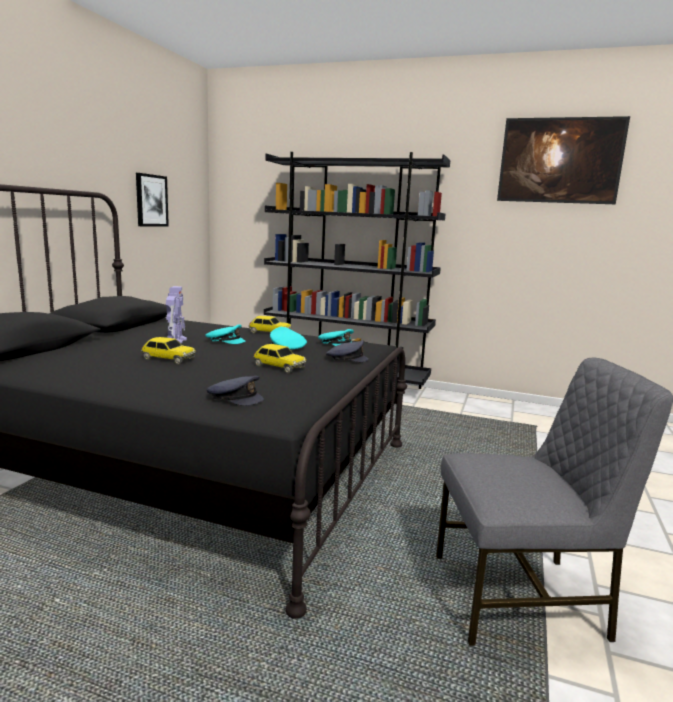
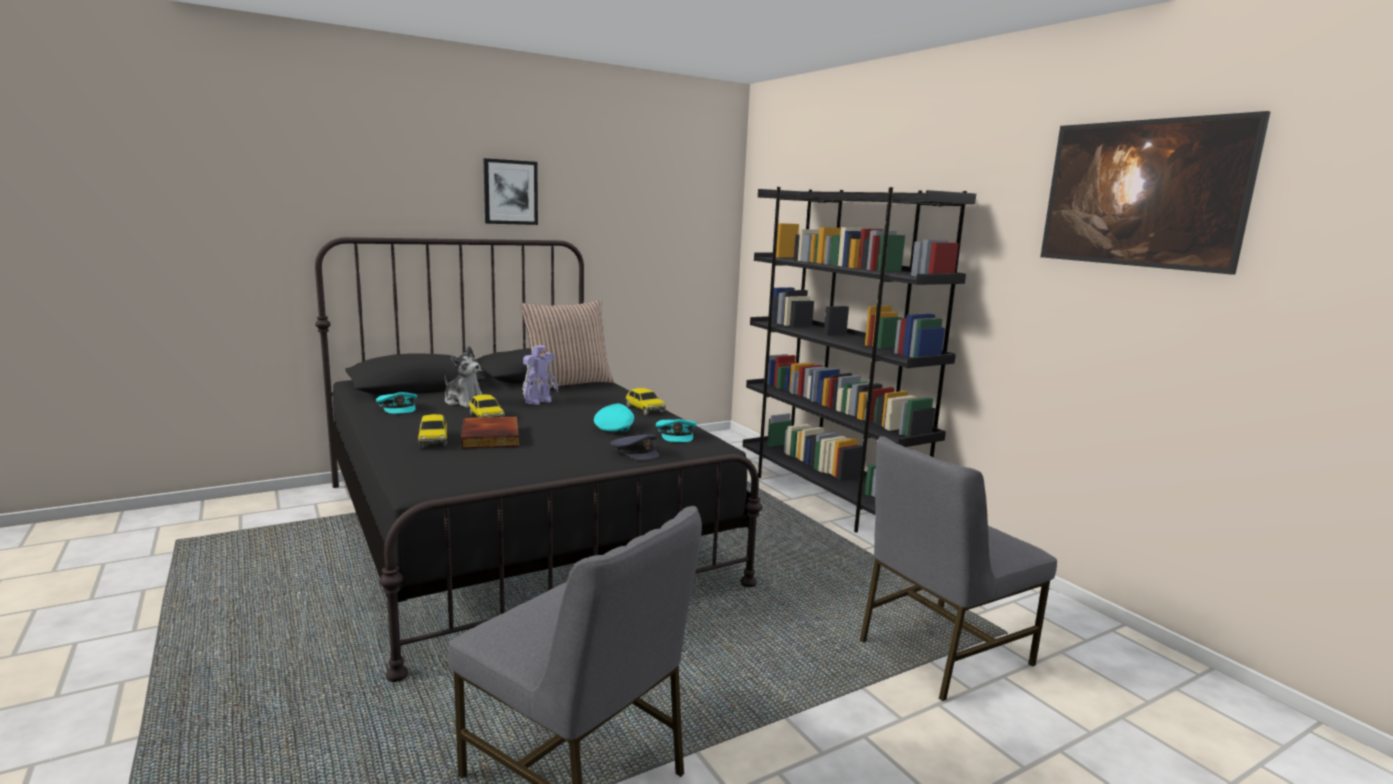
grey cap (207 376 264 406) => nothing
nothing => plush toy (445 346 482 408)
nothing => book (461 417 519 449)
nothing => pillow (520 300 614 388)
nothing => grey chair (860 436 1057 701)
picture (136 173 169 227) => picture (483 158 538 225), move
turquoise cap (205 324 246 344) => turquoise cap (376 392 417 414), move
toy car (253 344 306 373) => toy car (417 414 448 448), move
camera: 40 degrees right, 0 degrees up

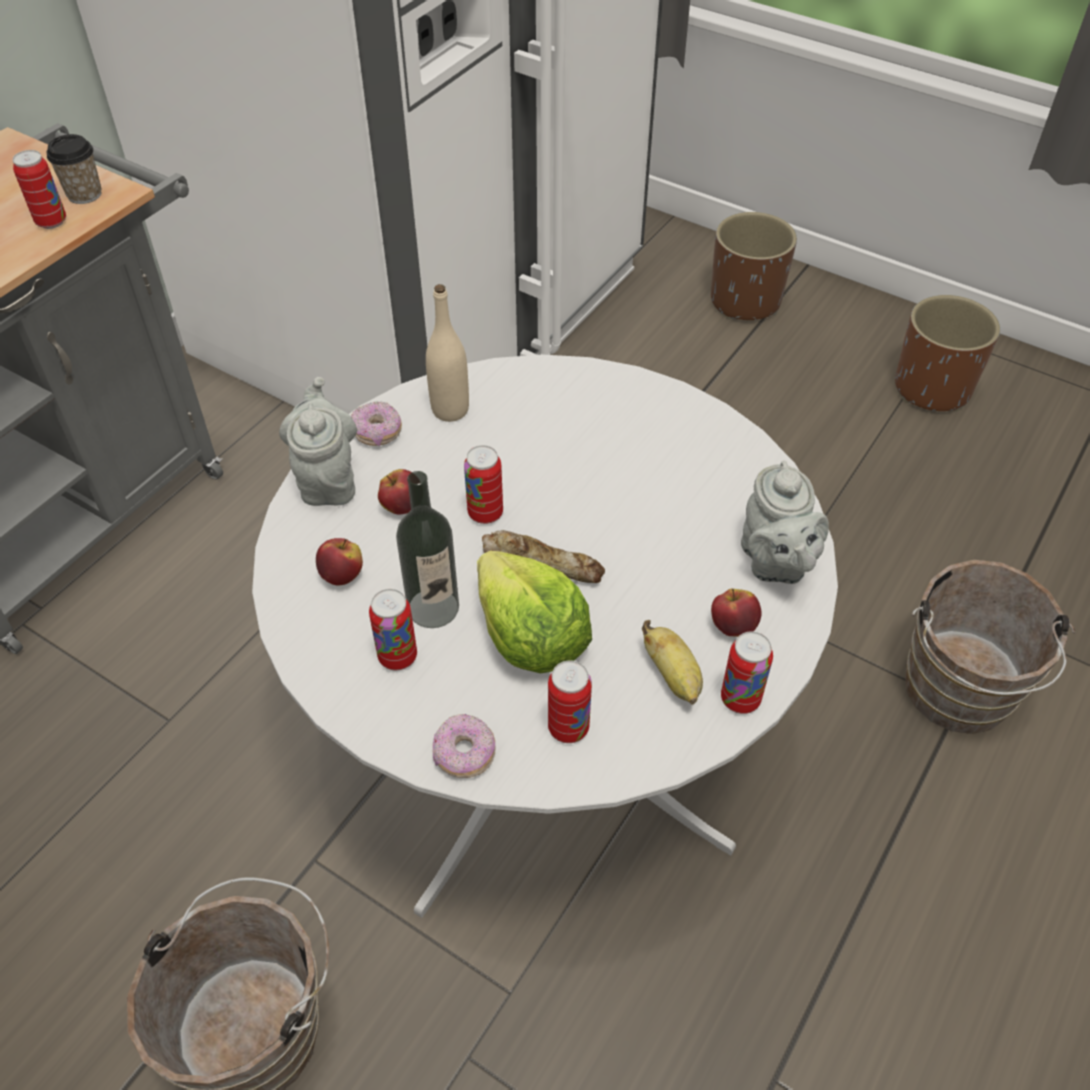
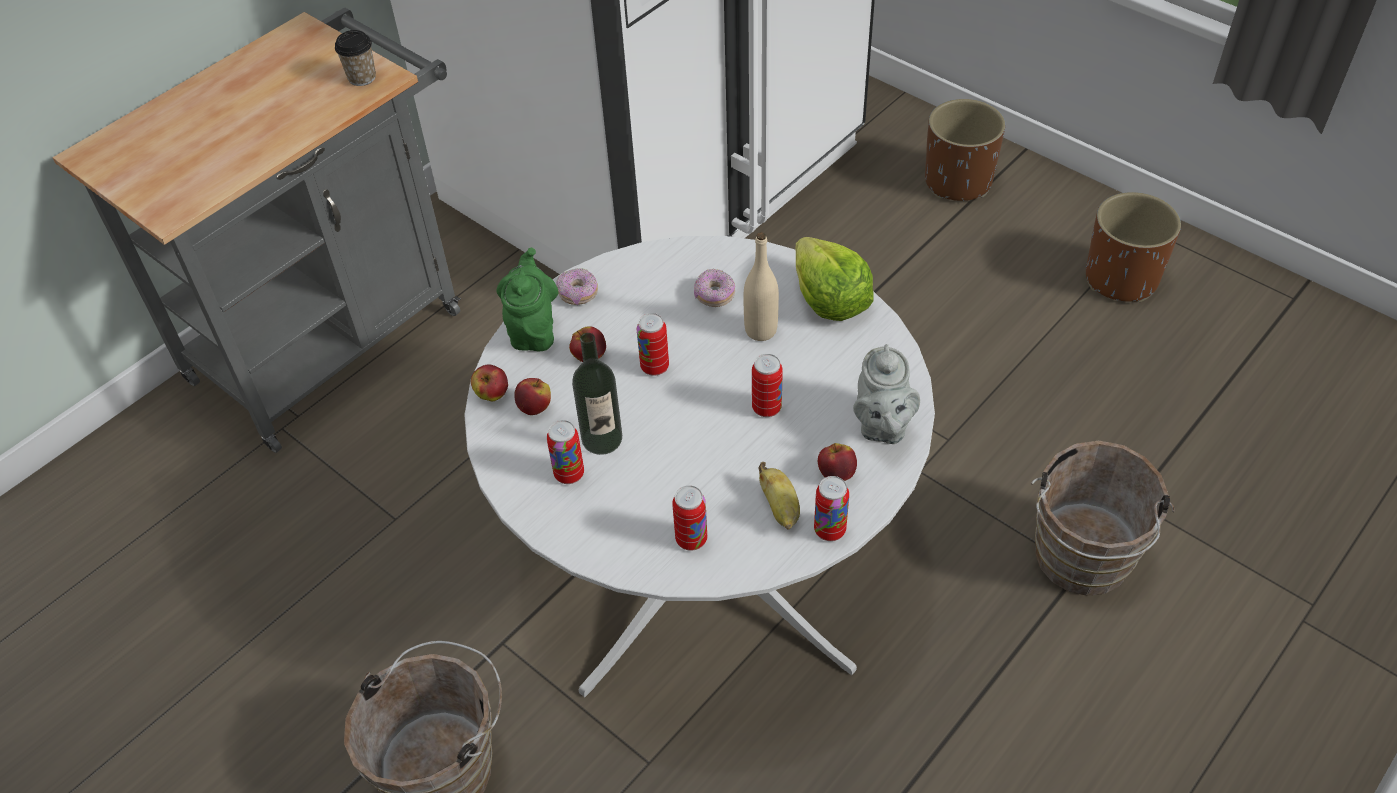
bread (482 530 605 583) => nothing
nothing => apple (471 365 508 401)
can (13 150 66 229) => can (752 354 783 417), move
beige bottle (426 284 469 422) => beige bottle (744 232 779 341), move
donut (433 714 496 778) => donut (694 269 735 307), move
lettuce (477 550 592 673) => lettuce (795 237 874 321), move
grey teapot (279 377 357 506) => green teapot (497 248 558 351)
camera: 10 degrees right, 0 degrees up

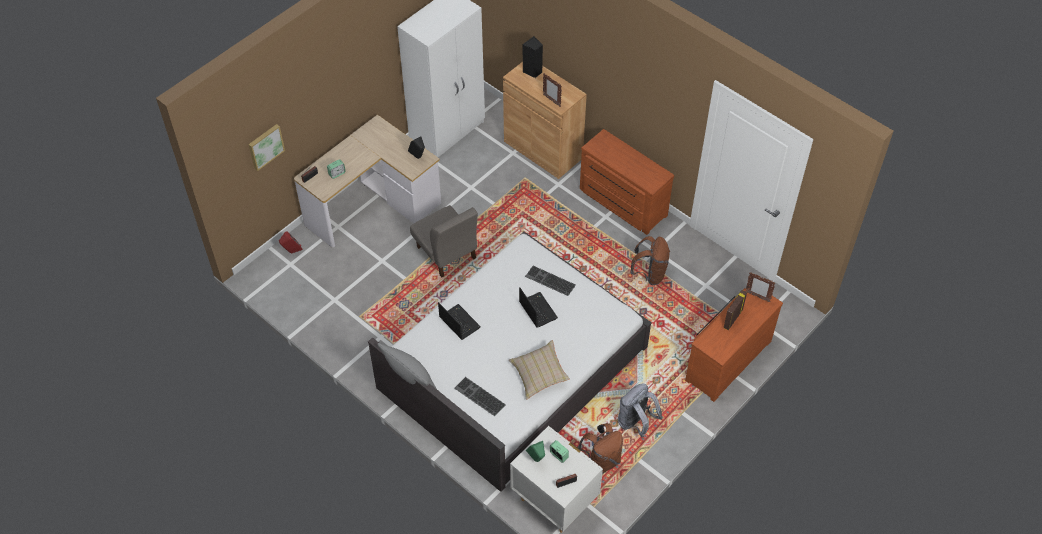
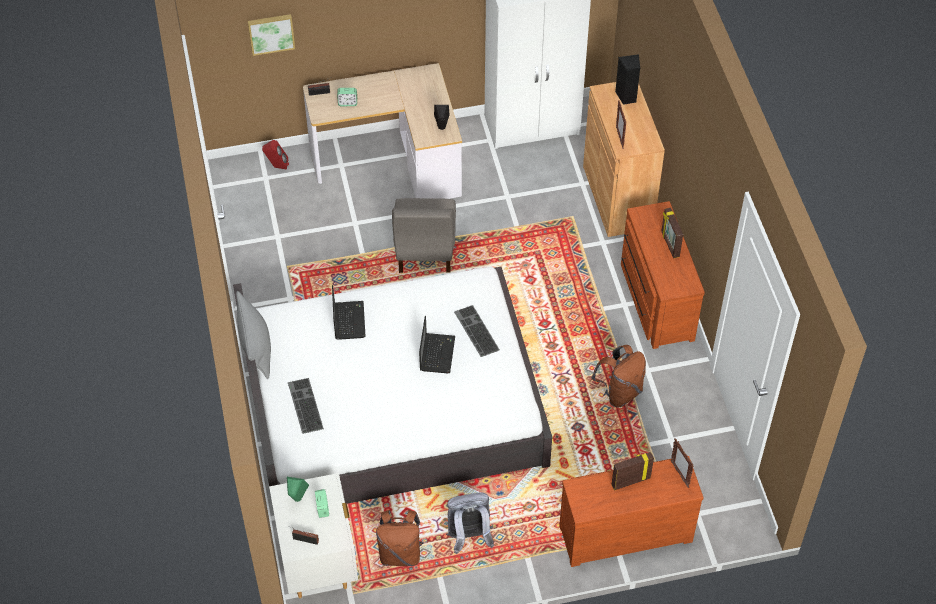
beige pillow (509 340 570 400) => nothing
nothing => picture frame (661 207 683 258)
camera: 35 degrees right, 0 degrees up

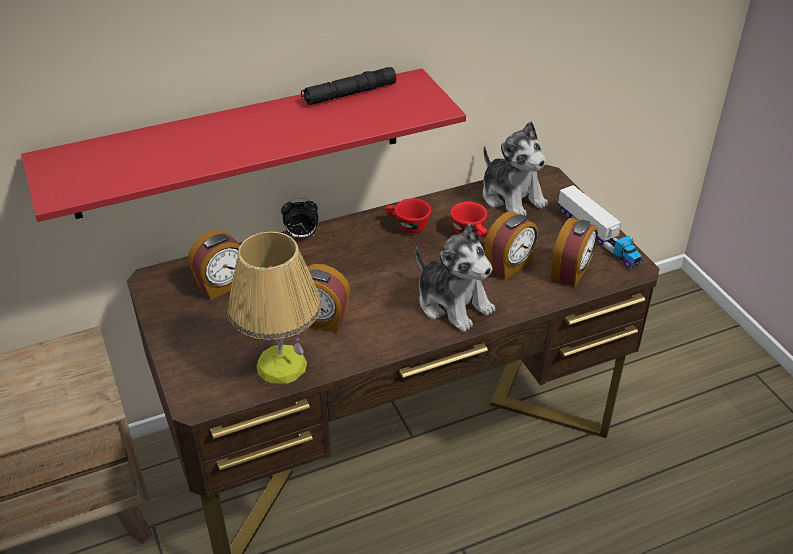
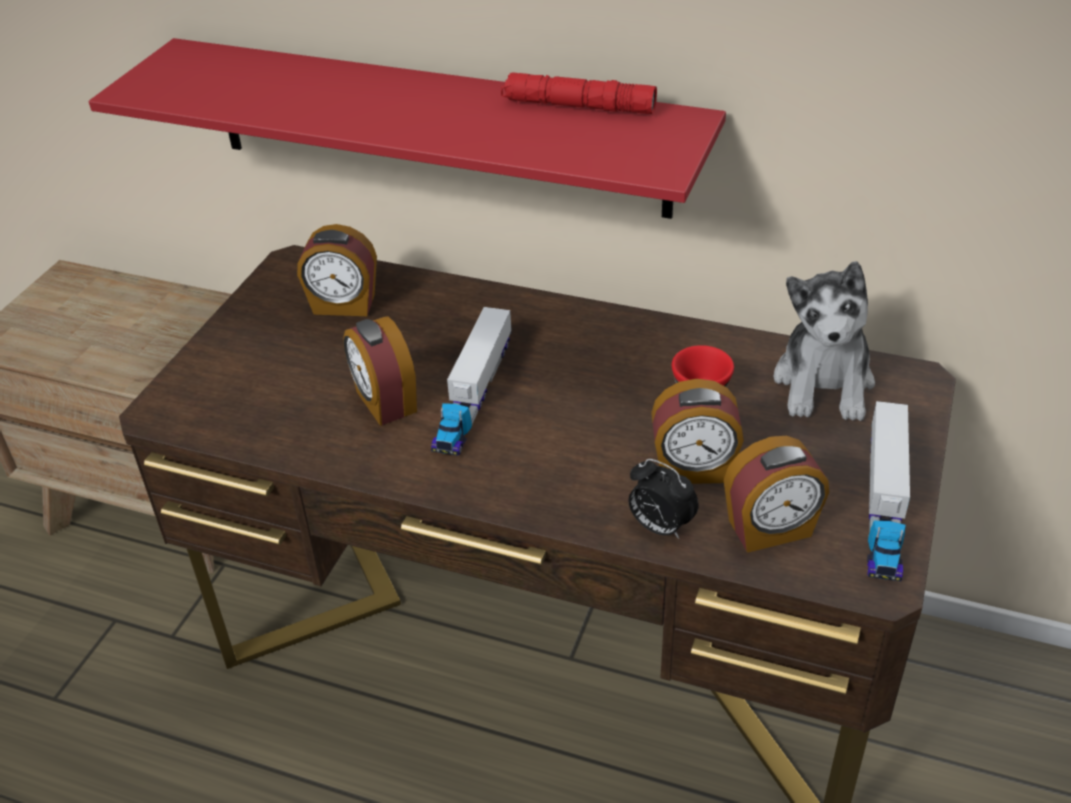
table lamp (227 231 321 384) => nothing
red cup (385 198 431 234) => nothing
plush toy (416 223 495 332) => nothing
nothing => toy truck (431 307 512 456)
alarm clock (281 198 318 239) => alarm clock (628 459 699 539), move
black flashlight (301 67 397 105) => red flashlight (501 72 657 114)
camera: 45 degrees right, 0 degrees up

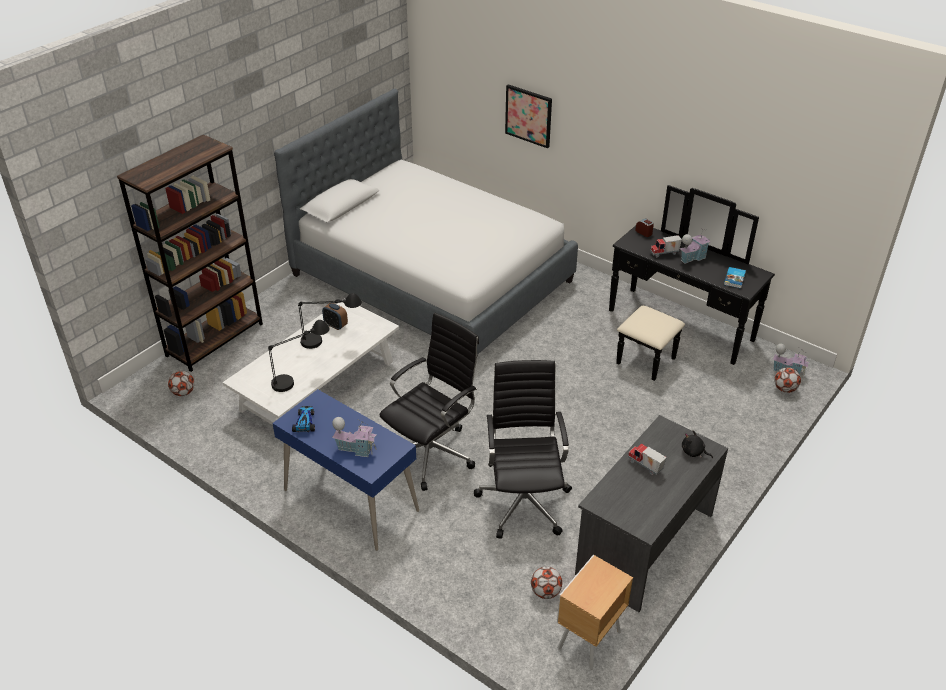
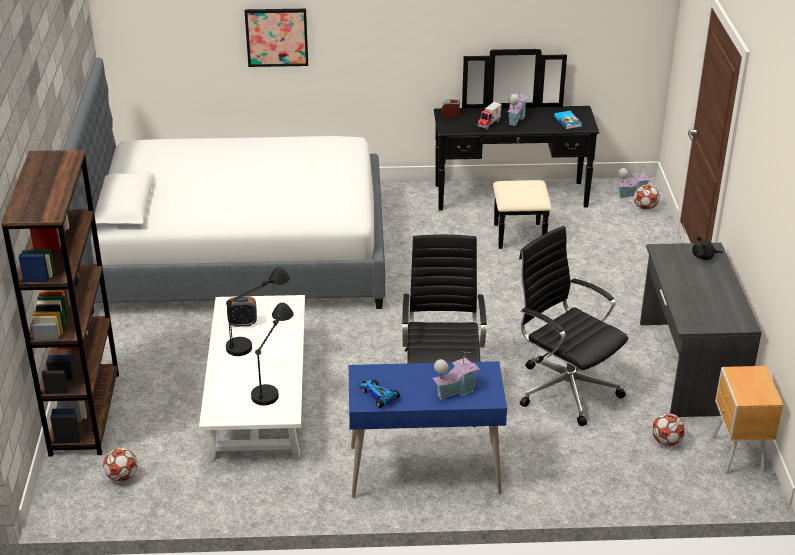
toy truck (628 443 667 475) => nothing
camera: 40 degrees left, 5 degrees down

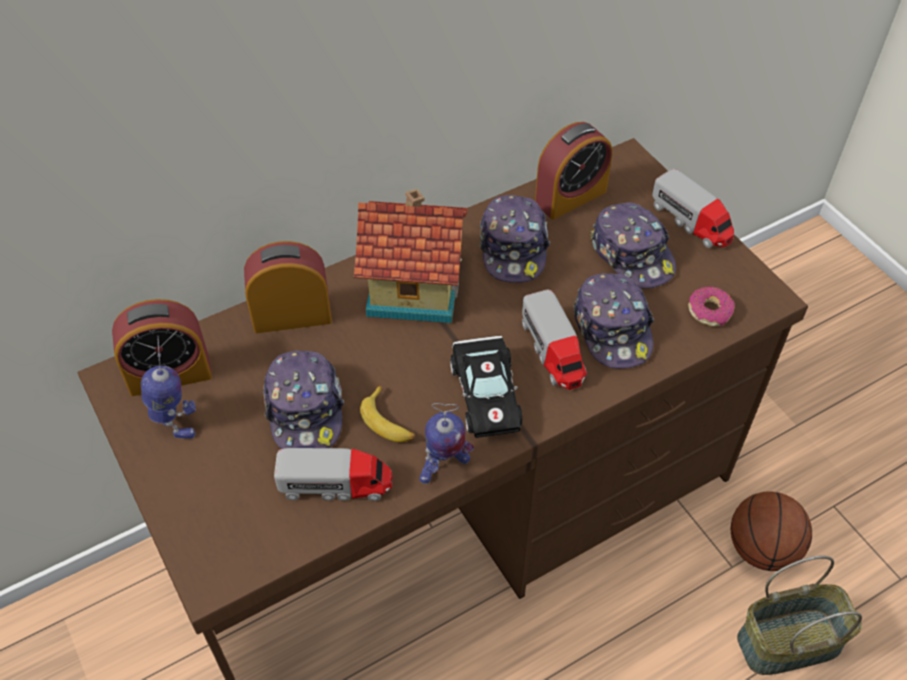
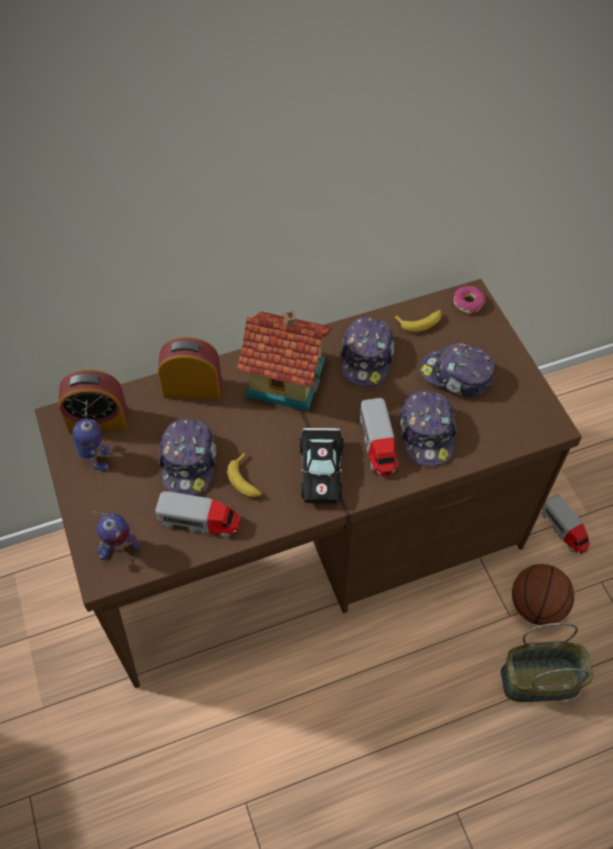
toy robot (419 403 474 484) => toy robot (92 511 141 560), move
toy truck (652 169 734 248) => toy truck (542 494 590 554), move
donut (688 287 735 327) => donut (454 286 486 314), move
alarm clock (535 122 612 219) => banana (393 310 442 332)
cap (590 202 676 289) => cap (420 343 494 397), 135 degrees clockwise
camera: 10 degrees right, 5 degrees up

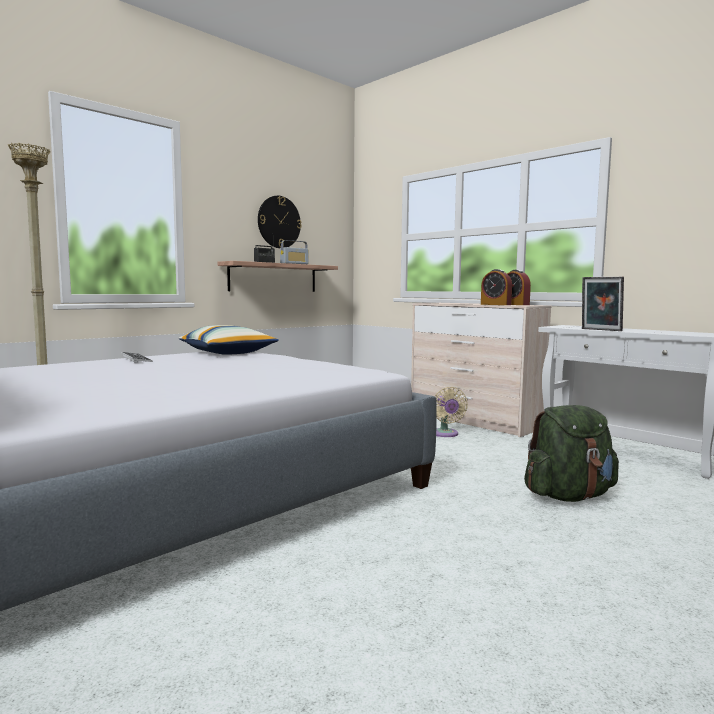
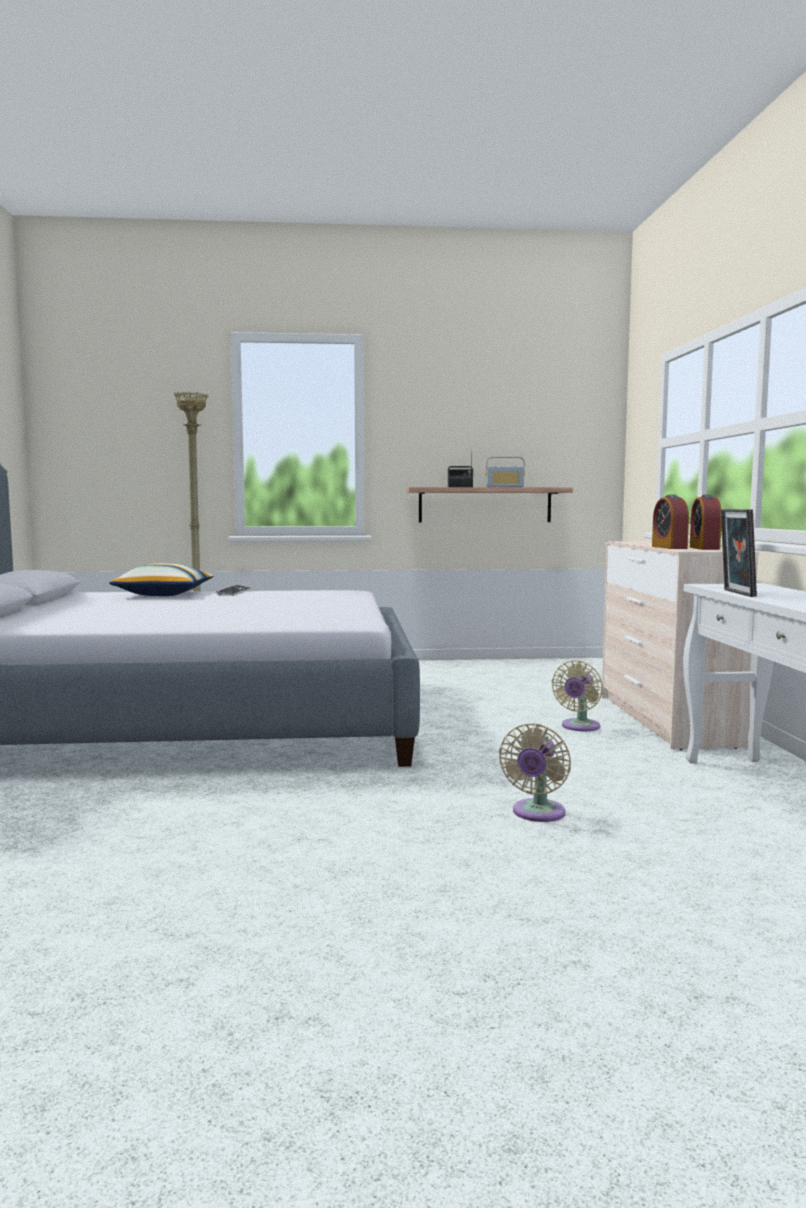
wall clock (258 196 302 248) => nothing
pillow (179 325 279 355) => pillow (109 563 213 596), move
green backpack (524 405 619 502) => beige fan (499 724 571 822)
camera: 40 degrees right, 0 degrees up

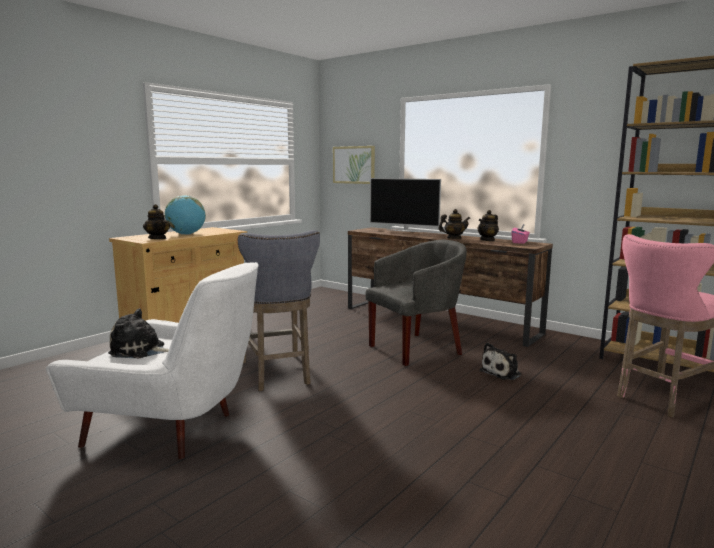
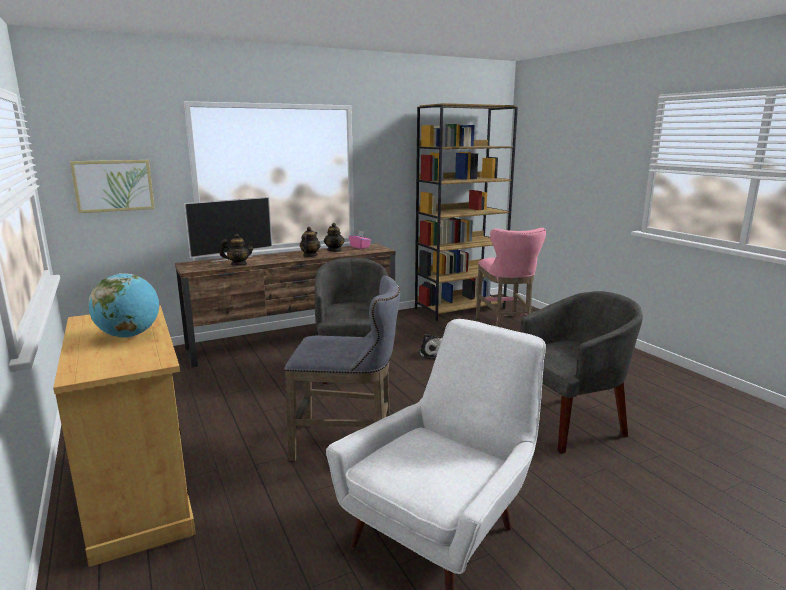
plush toy (108 308 169 358) => nothing
nothing => grey armchair (520 291 643 454)
teapot (143 204 170 239) => teapot (220 234 254 266), move
camera: 65 degrees left, 5 degrees up

